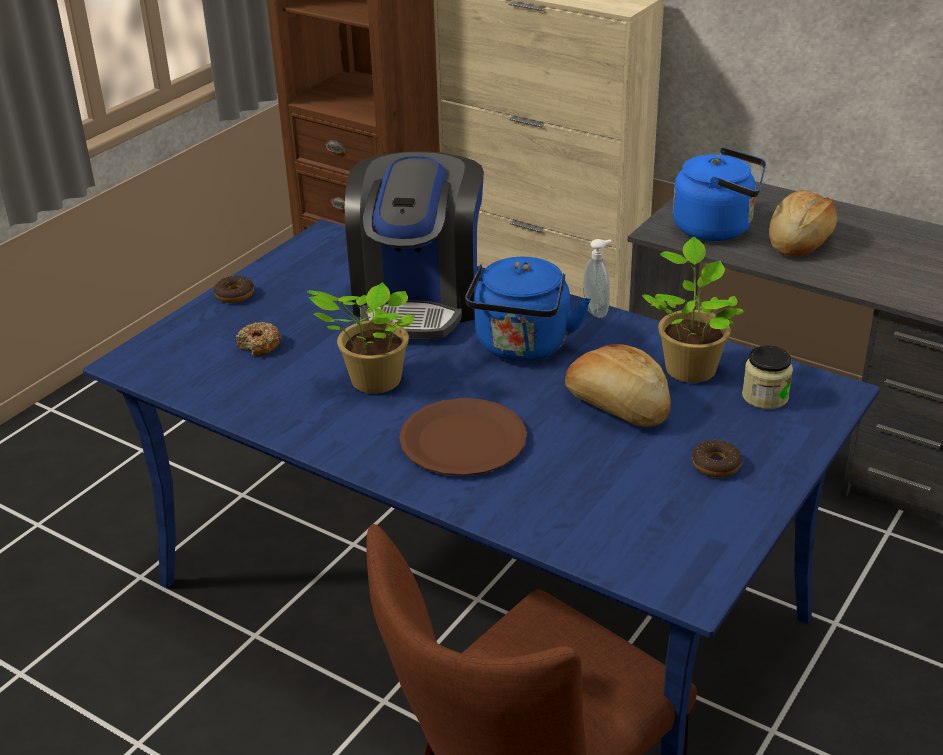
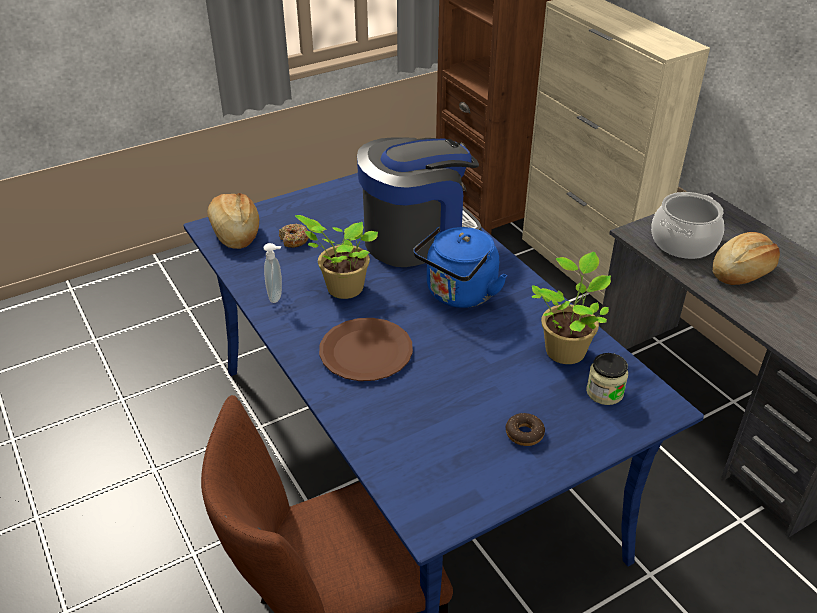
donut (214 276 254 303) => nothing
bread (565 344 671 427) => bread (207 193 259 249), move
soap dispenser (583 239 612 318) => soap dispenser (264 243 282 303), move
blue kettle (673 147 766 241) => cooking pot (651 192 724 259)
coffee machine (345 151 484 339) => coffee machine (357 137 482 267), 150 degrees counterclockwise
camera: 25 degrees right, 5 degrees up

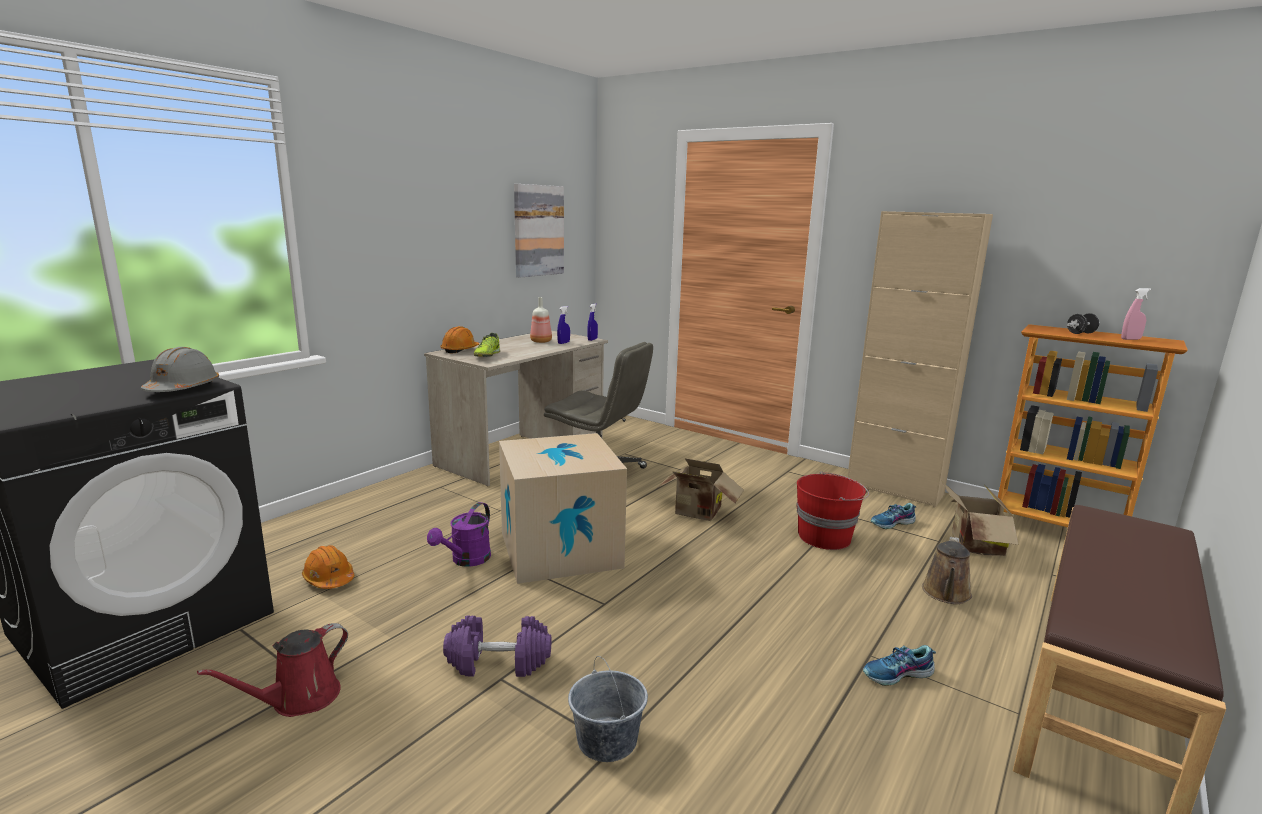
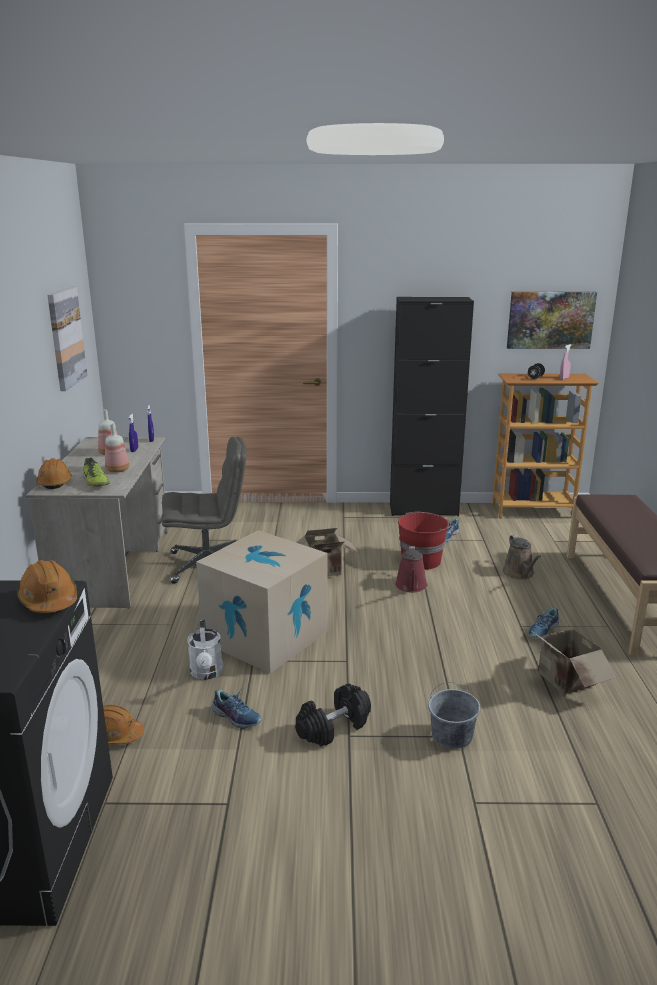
nothing => bottle (105 424 129 473)
nothing => shoe (212 690 262 729)
nothing => picture (507 292 597 349)
red watering can (197 623 348 717) => red watering can (395 546 428 592), move
cardboard box (942 482 1018 556) => cardboard box (529 621 617 695), move
grey hard hat (141 347 219 392) => orange hard hat (17 560 77 613)
purple watering can (427 502 491 567) => white watering can (187 620 223 680)
purple dumbbell (443 616 551 677) => black dumbbell (295 684 371 746)
beige cabinet (847 211 993 507) => black cabinet (390 297 474 516)
camera: 35 degrees left, 5 degrees up

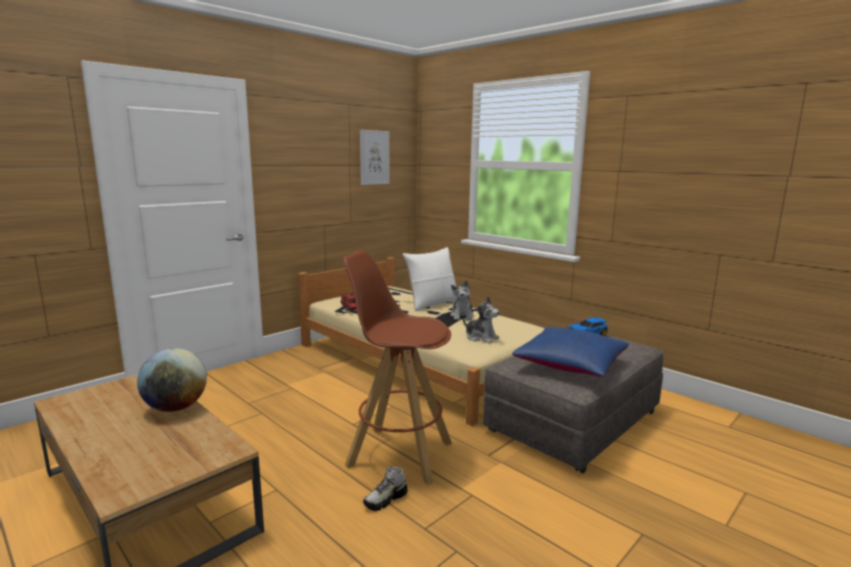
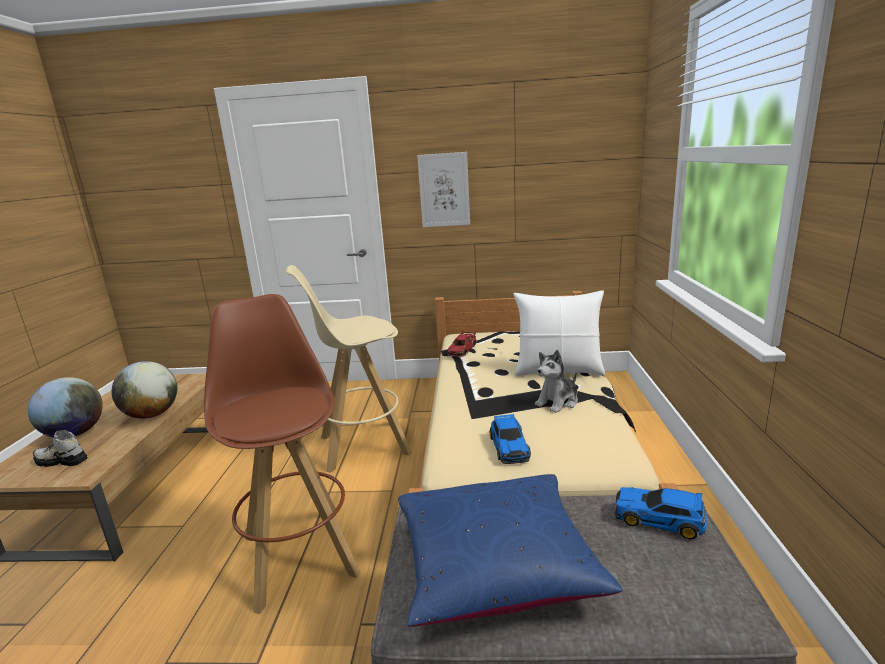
nothing => globe (28 377 103 438)
nothing => beige stool (286 265 412 473)
picture (360 130 389 185) => picture (417 152 470 227), move
shoe (363 466 408 511) => shoe (33 430 87 467), move
plush toy (463 297 499 343) => toy car (489 414 531 464)
camera: 50 degrees right, 5 degrees up

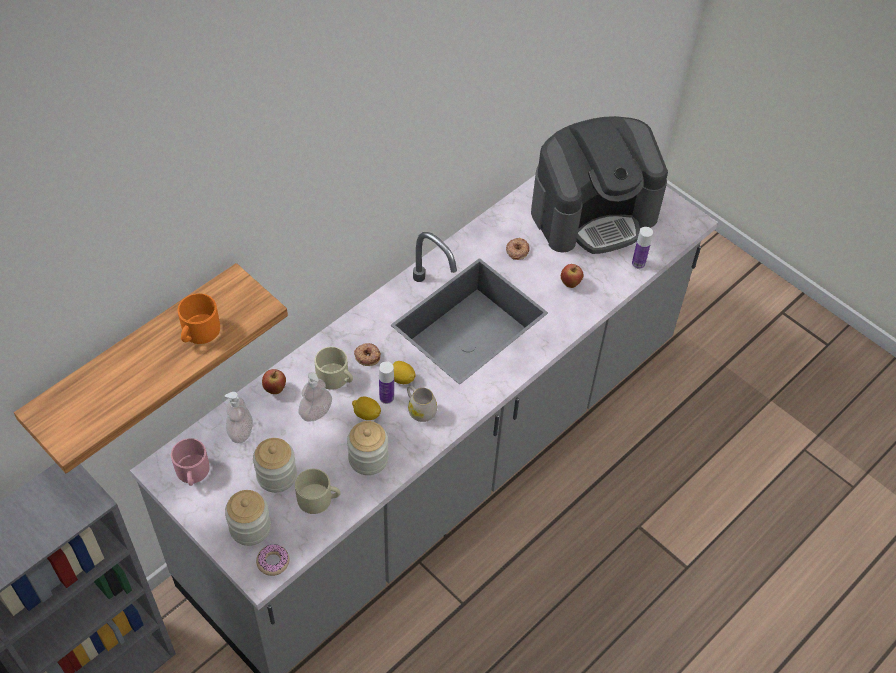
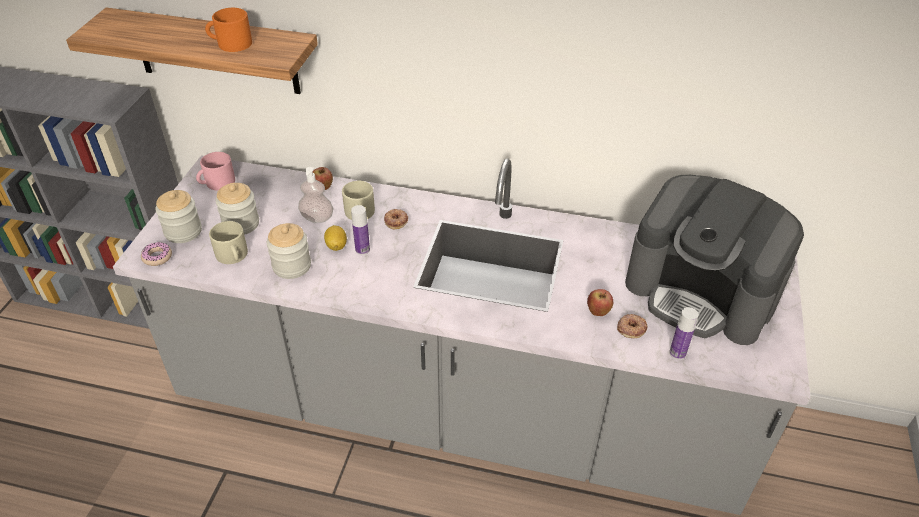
soap dispenser (225 392 253 443) => nothing
lemon (393 361 416 384) => nothing
white mug (407 386 437 422) => nothing
donut (506 238 530 260) => donut (617 314 647 338), move
camera: 60 degrees right, 10 degrees down

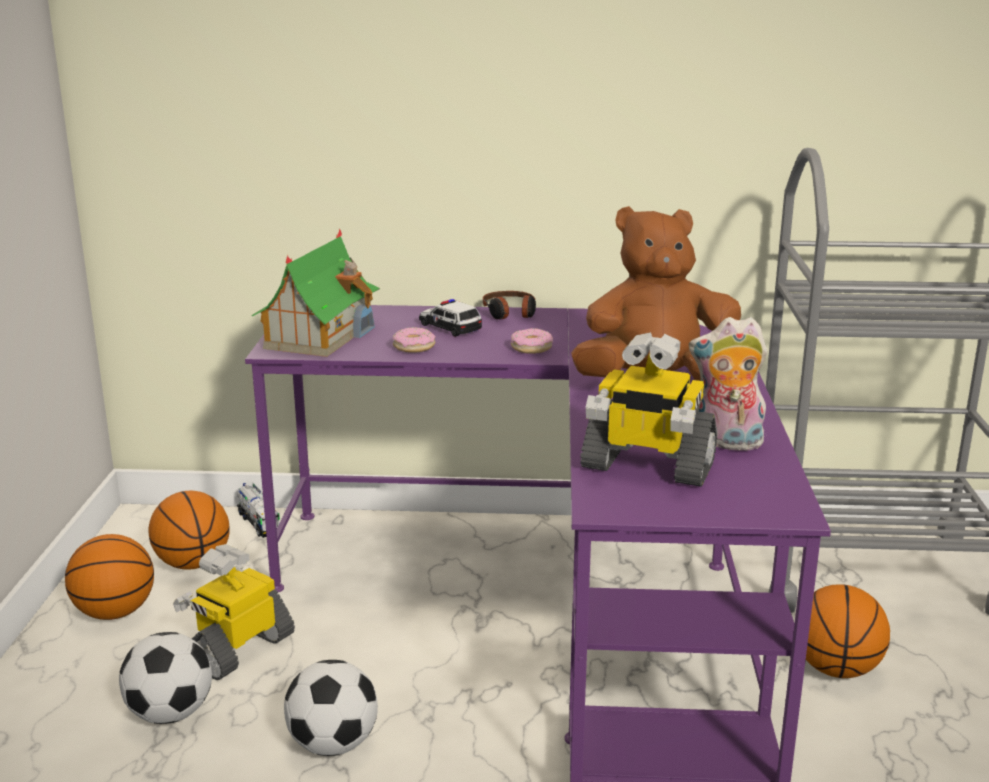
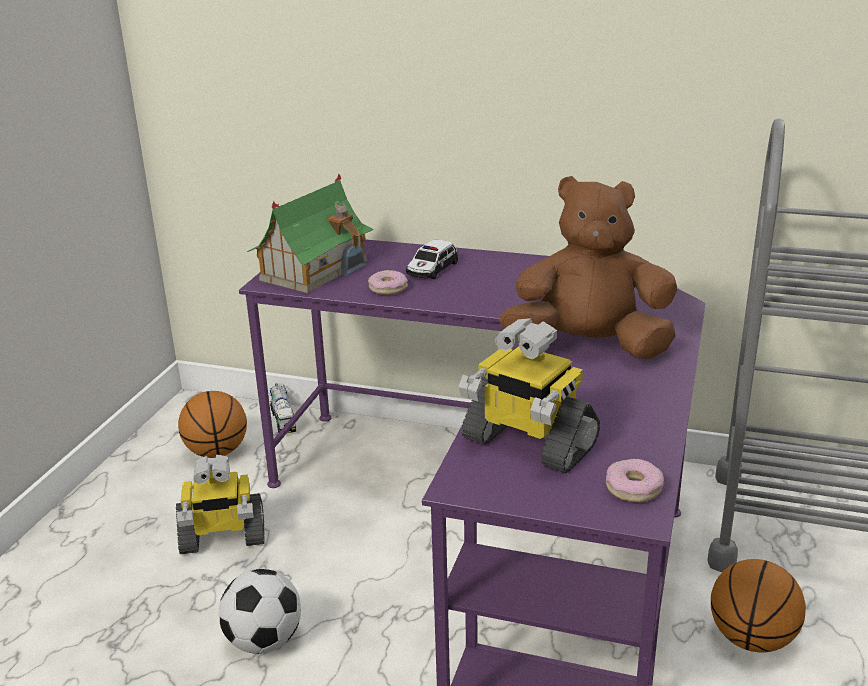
basketball (65 534 154 620) => nothing
football (119 632 212 724) => nothing
headphones (483 291 536 320) => nothing
plush toy (689 317 768 451) => nothing
donut (511 328 553 354) => donut (606 459 664 502), move
toy robot (173 544 295 680) => toy robot (176 454 265 554), 150 degrees counterclockwise
toy car (419 299 482 337) => toy car (406 239 458 279), 120 degrees counterclockwise
camera: 15 degrees right, 5 degrees up

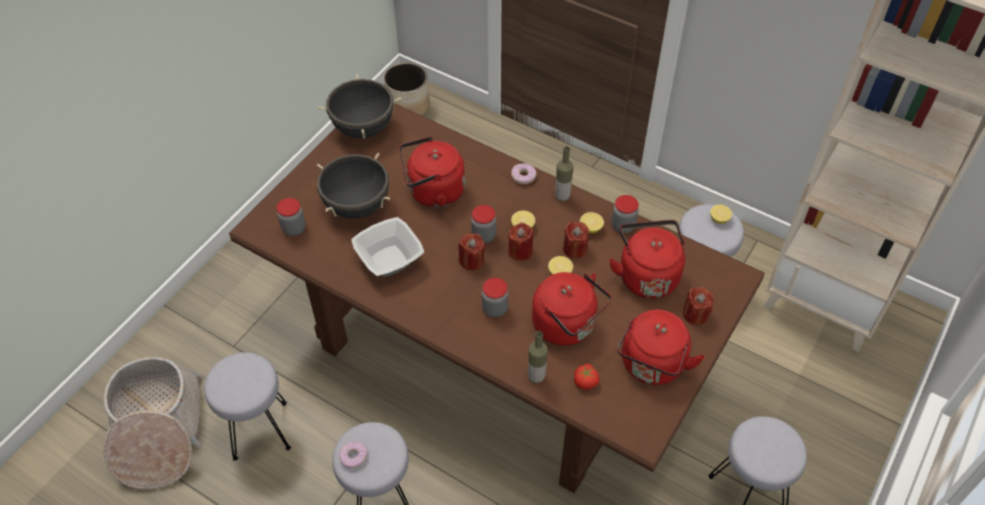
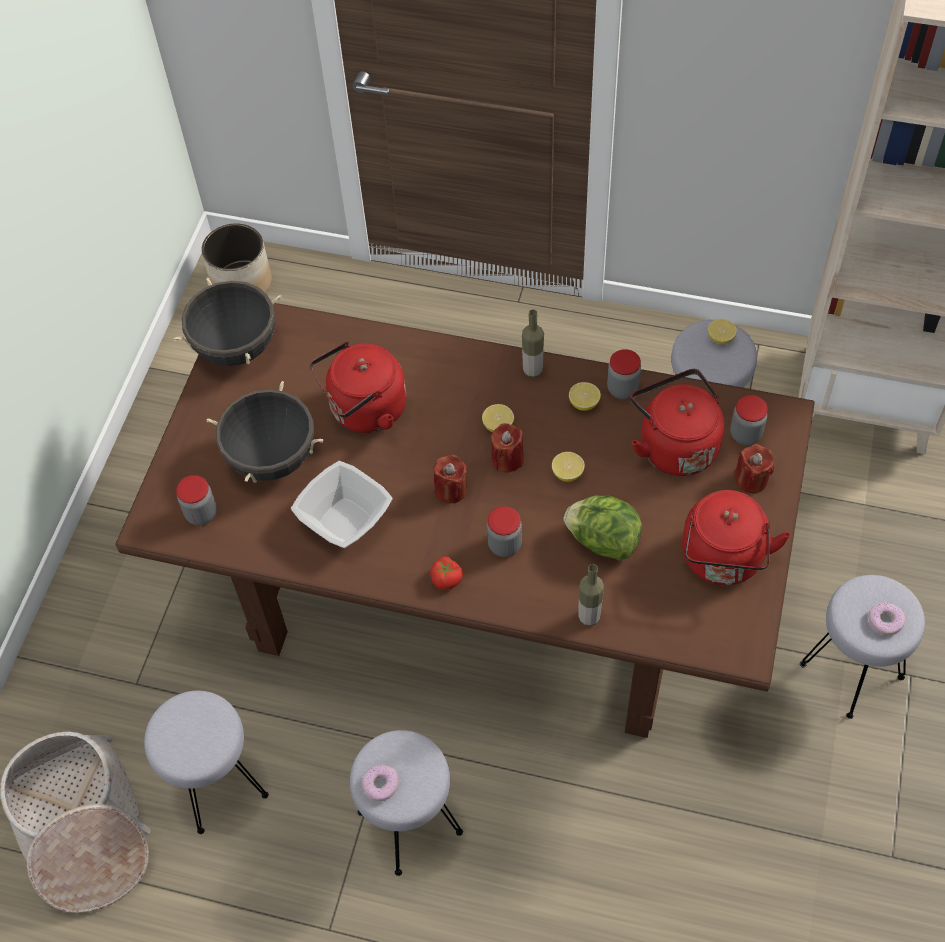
red candle (563 221 589 259) => nothing
jar (471 205 496 243) => jar (730 395 768 445), move
donut (511 163 536 184) => donut (868 602 905 635), move
tomato (574 363 600 390) => tomato (430 556 463 590), move
red kettle (532 272 612 346) => lettuce (563 495 642 561)
camera: 15 degrees left, 5 degrees up

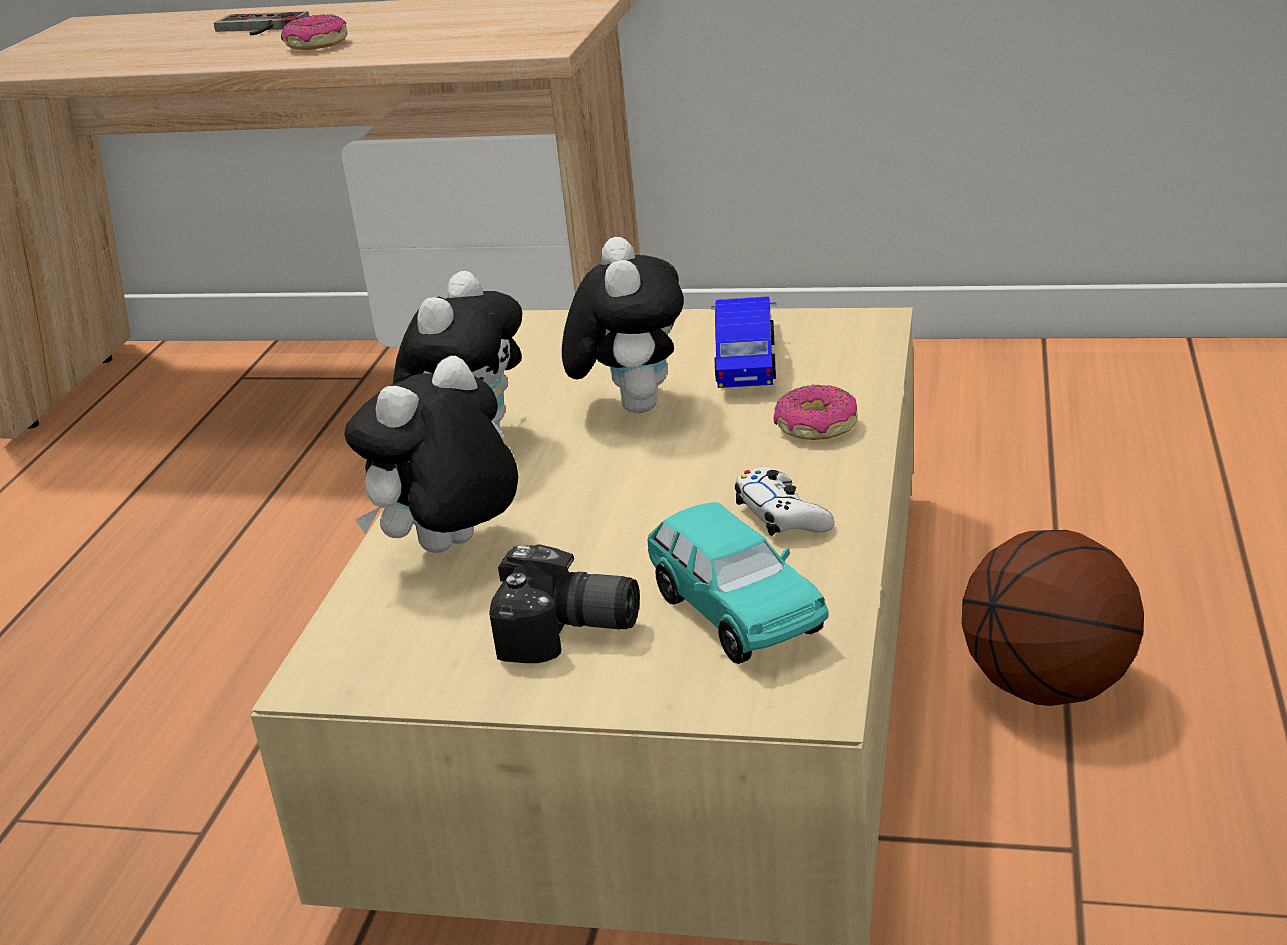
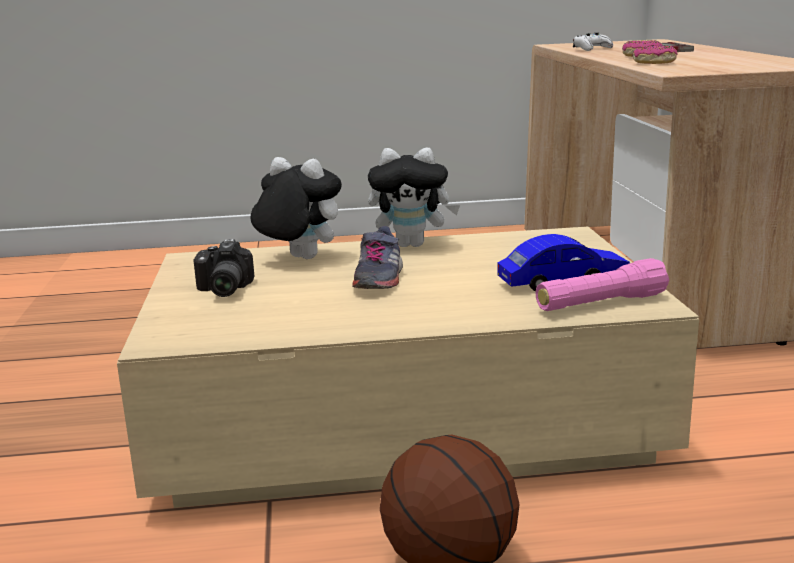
plush toy (562 237 684 413) => nothing
turquoise toy car (648 502 829 664) => nothing
nothing => grey shoe (352 226 403 289)
nothing => pink flashlight (536 258 669 311)
white game controller (735 467 835 536) => white game controller (573 32 613 51), move
donut (773 385 857 440) => donut (632 46 678 64), move
camera: 70 degrees right, 10 degrees down

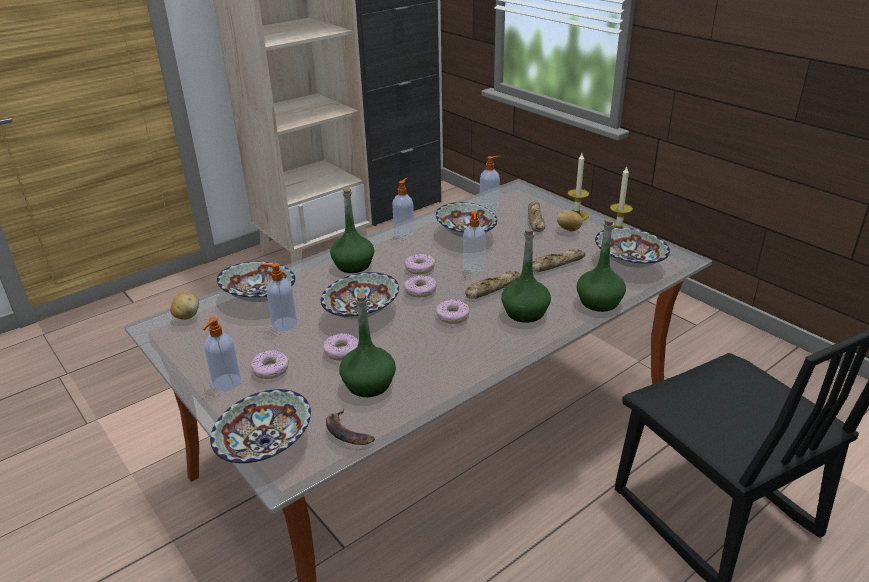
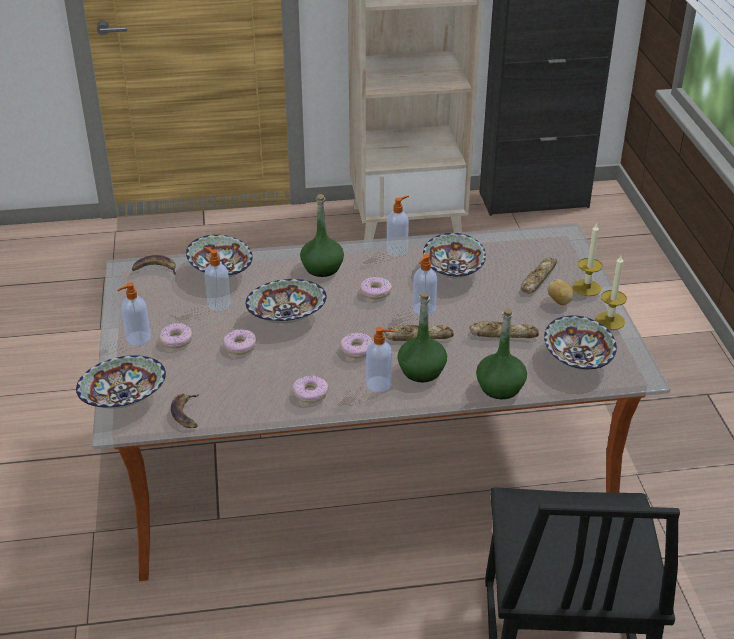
green bottle (339 292 396 397) => nothing
donut (404 275 437 298) => donut (293 375 328 403), move
soap dispenser (480 156 501 211) => soap dispenser (366 327 395 392), move
potato (170 292 199 320) => banana (131 255 176 275)
camera: 30 degrees right, 5 degrees up

